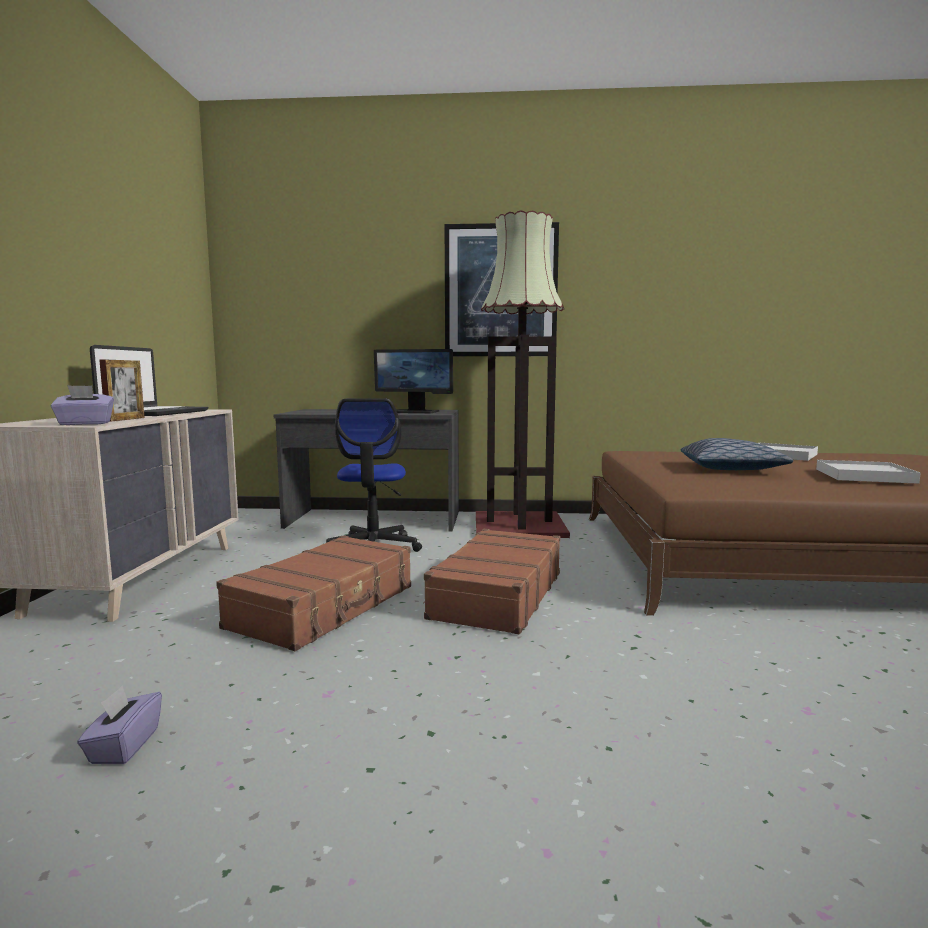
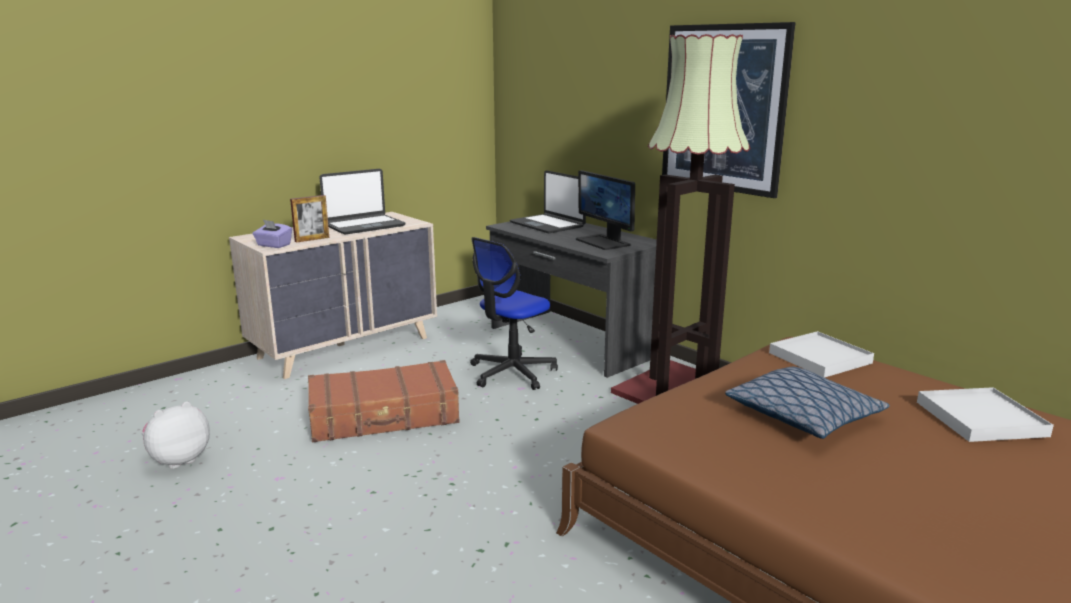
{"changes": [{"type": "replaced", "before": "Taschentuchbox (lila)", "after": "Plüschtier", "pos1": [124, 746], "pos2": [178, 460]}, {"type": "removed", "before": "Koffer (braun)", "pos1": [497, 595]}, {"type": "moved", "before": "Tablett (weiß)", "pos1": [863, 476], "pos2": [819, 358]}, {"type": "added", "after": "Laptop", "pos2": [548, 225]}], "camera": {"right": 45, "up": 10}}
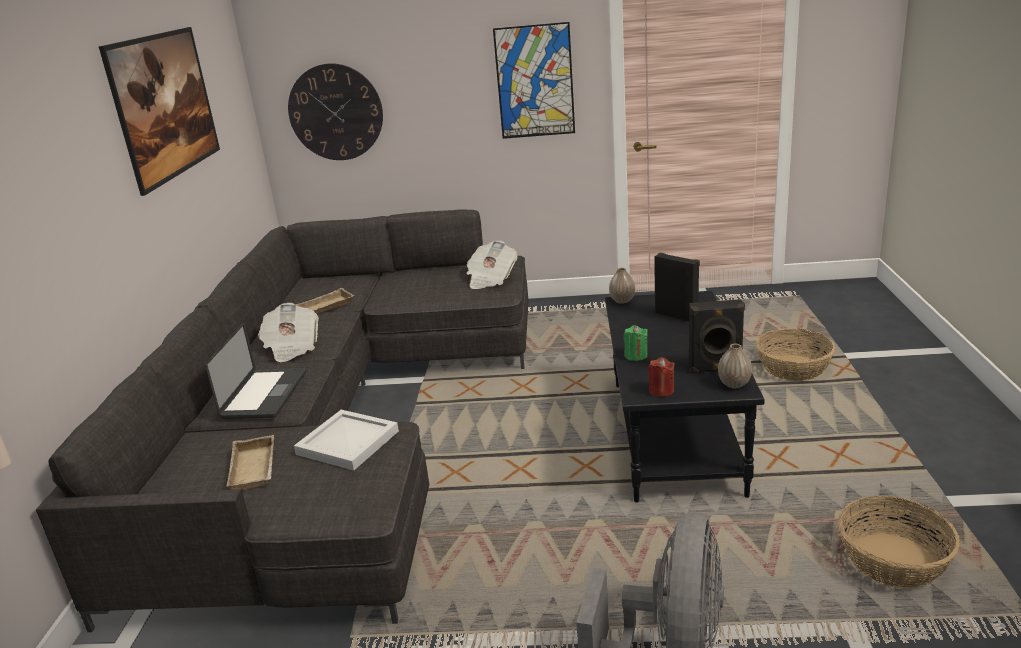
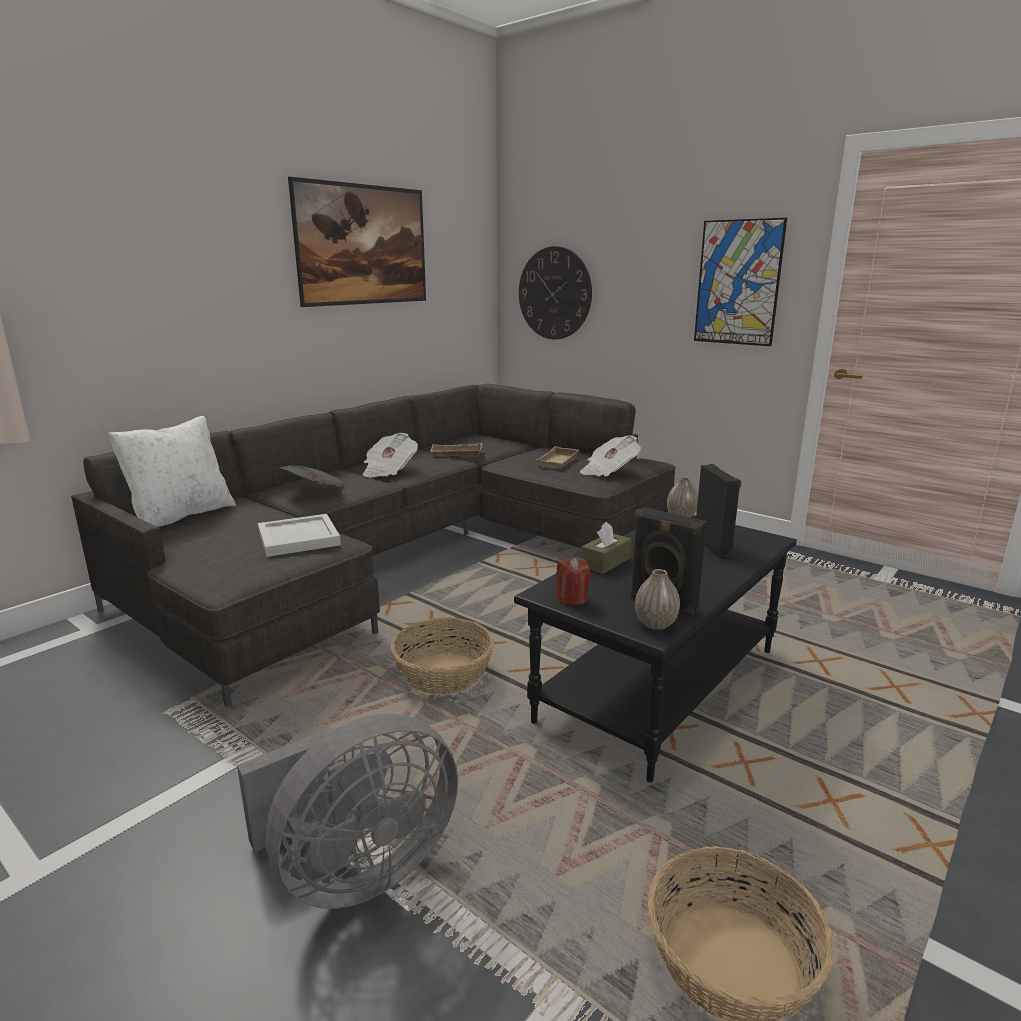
{"changes": [{"type": "replaced", "before": "Laptop", "after": "Zeitung", "pos1": [265, 395], "pos2": [316, 491]}, {"type": "moved", "before": "Tablett (beige)", "pos1": [255, 468], "pos2": [559, 461]}, {"type": "replaced", "before": "Kerze (grün)", "after": "Taschentuchbox (braun)", "pos1": [636, 356], "pos2": [605, 562]}, {"type": "moved", "before": "Korb", "pos1": [793, 368], "pos2": [444, 674]}, {"type": "added", "after": "Kissen (weiß)", "pos2": [181, 515]}], "camera": {"right": 35, "up": -5}}
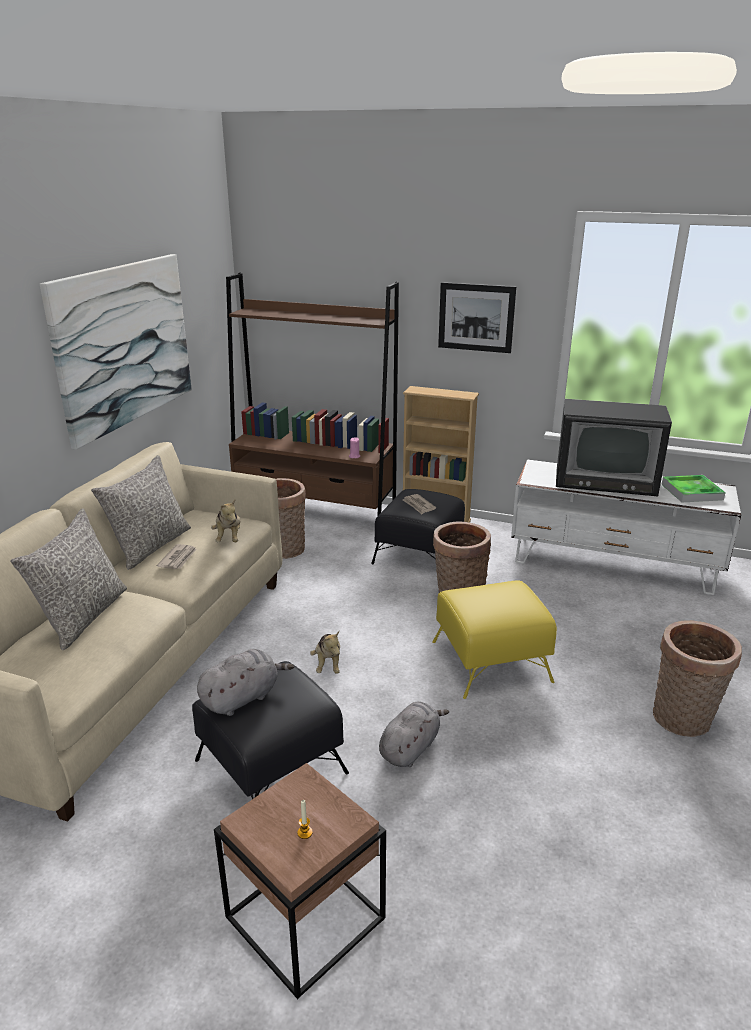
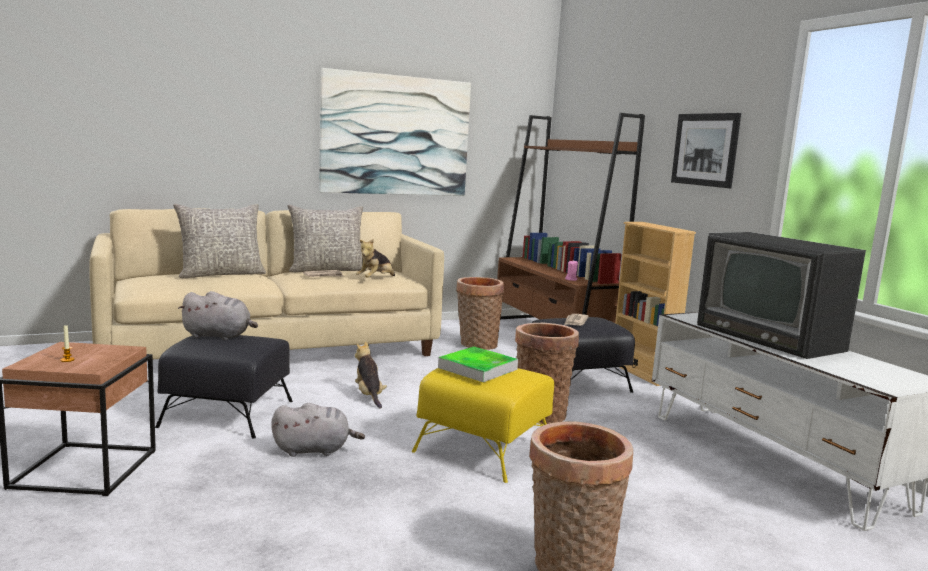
{"changes": [{"type": "turned", "before": "Plüschtier", "pos1": [328, 664], "pos2": [369, 396], "turn": 120}, {"type": "moved", "before": "Tablett", "pos1": [691, 492], "pos2": [477, 368]}], "camera": {"right": 45, "up": -15}}
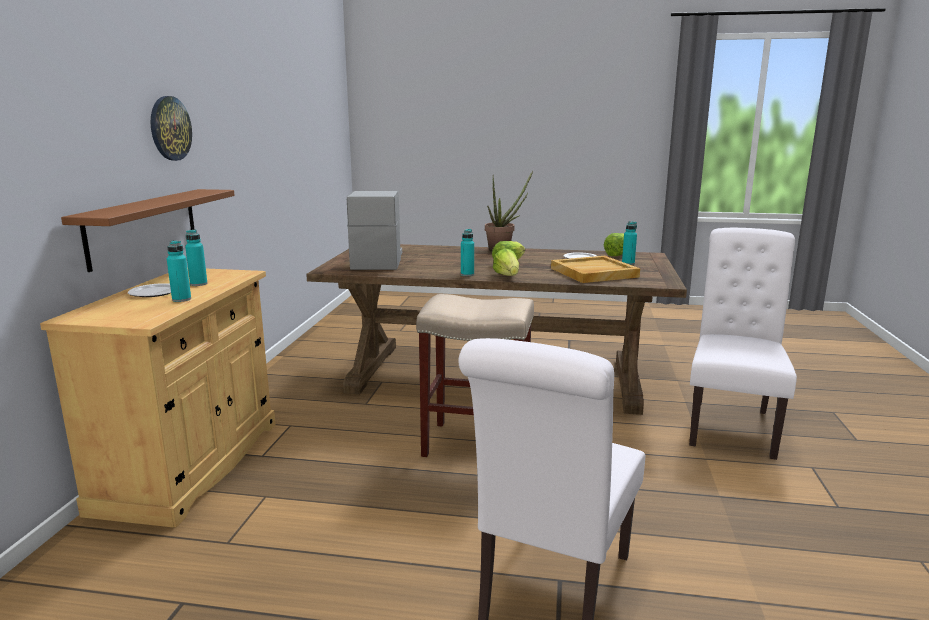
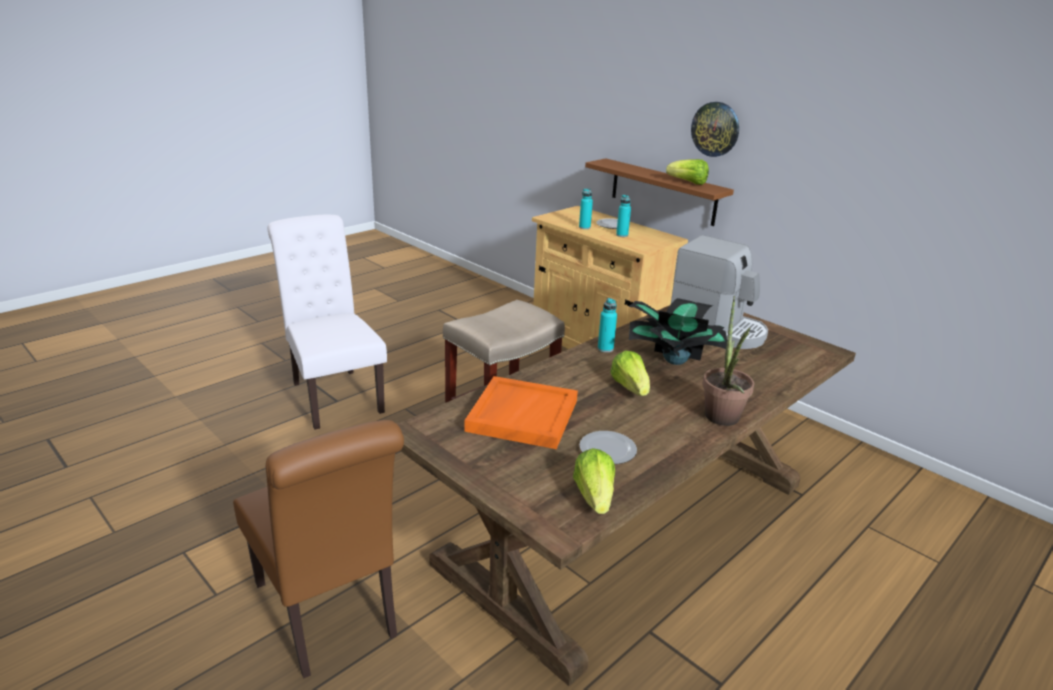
{"changes": [{"type": "moved", "before": "Salatkopf", "pos1": [507, 276], "pos2": [688, 183]}, {"type": "recoloured", "before": "Tablett (beige)", "after": "Tablett (orange)", "pos1": [593, 273], "pos2": [522, 415]}, {"type": "removed", "before": "Flasche (türkis)", "pos1": [628, 263]}, {"type": "recoloured", "before": "Stuhl (weiß)", "after": "Stuhl (braun)", "pos1": [731, 424], "pos2": [330, 615]}, {"type": "added", "after": "Topfpflanze", "pos2": [673, 360]}], "camera": {"right": 125, "up": 10}}
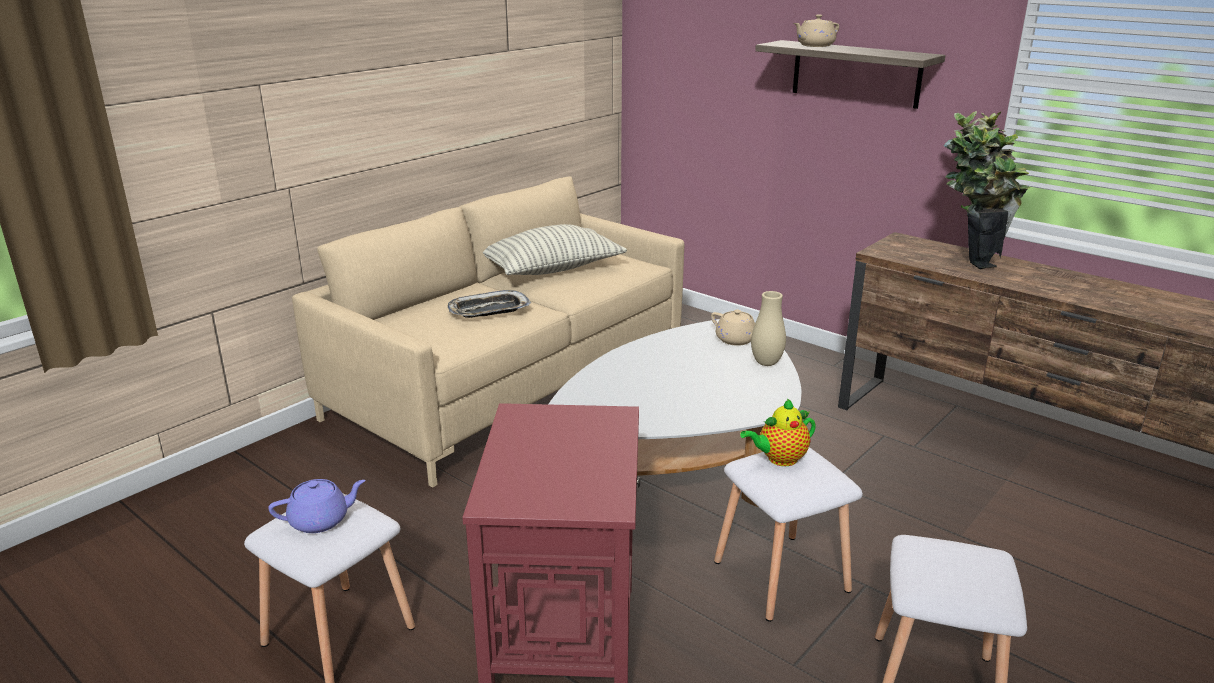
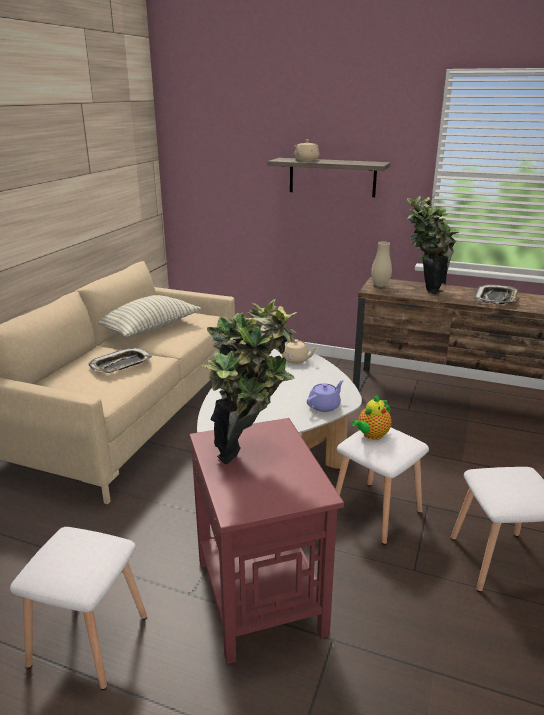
{"changes": [{"type": "moved", "before": "Teekanne (lila)", "pos1": [321, 520], "pos2": [324, 406]}, {"type": "moved", "before": "Vase (beige)", "pos1": [766, 363], "pos2": [380, 285]}, {"type": "added", "after": "Topfpflanze", "pos2": [249, 449]}, {"type": "added", "after": "Tablett", "pos2": [496, 298]}], "camera": {"right": -20, "up": 0}}
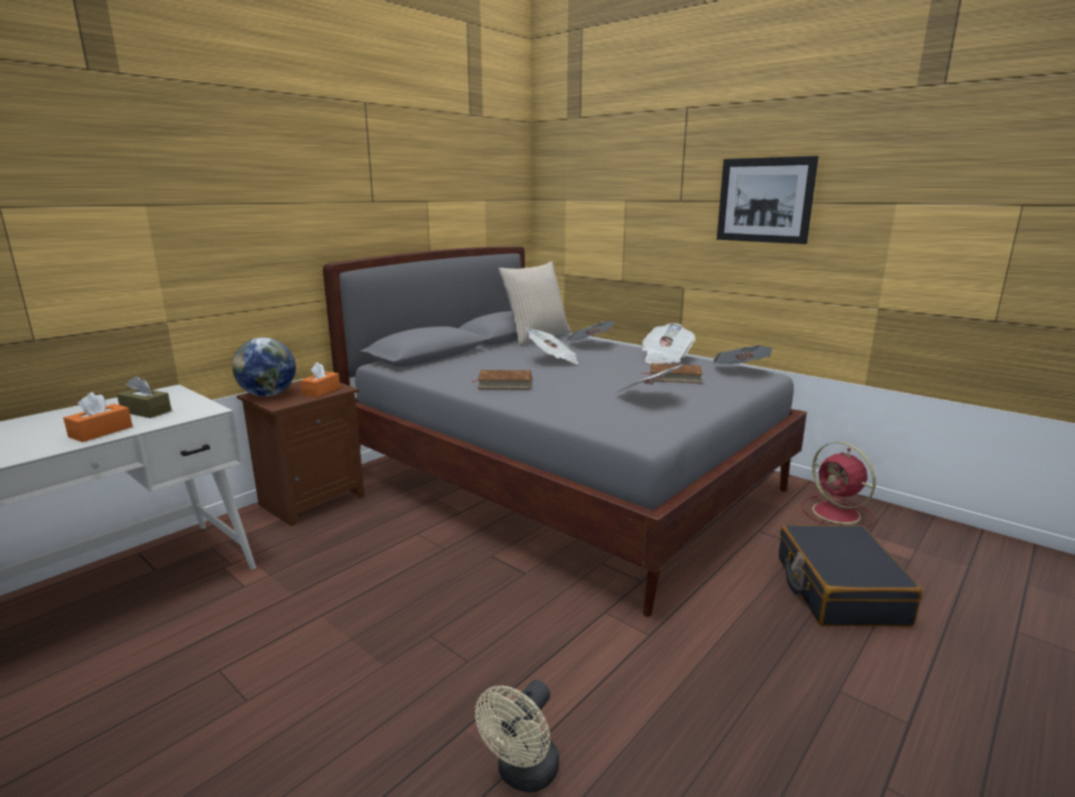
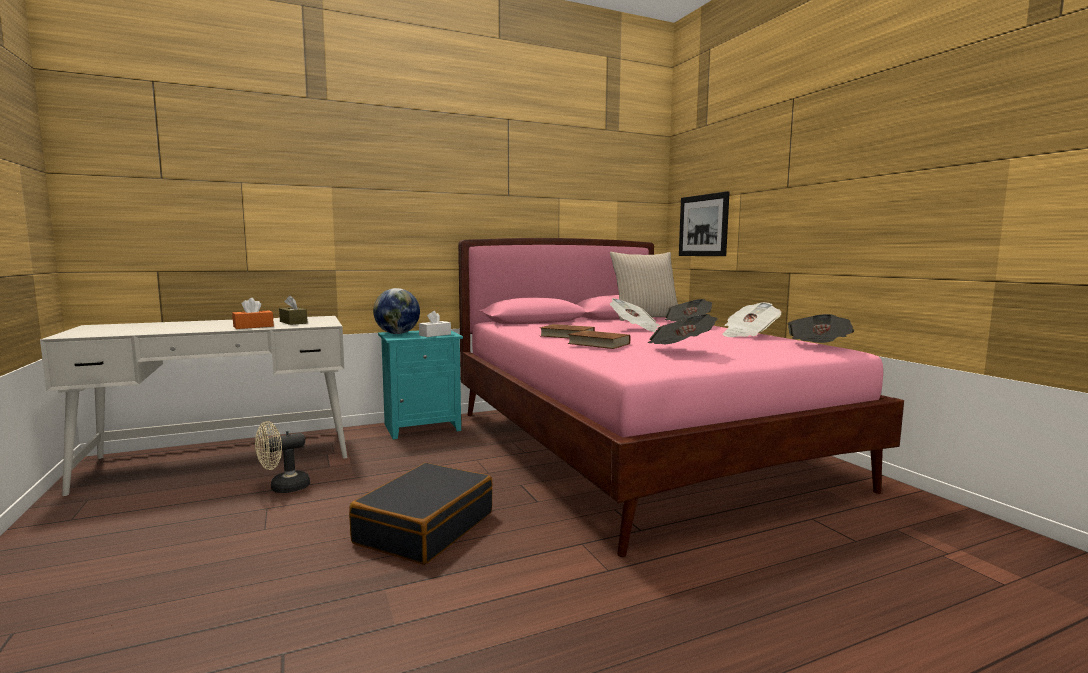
{"changes": [{"type": "recoloured", "before": "Nachttisch (braun)", "after": "Nachttisch (türkis)", "pos1": [312, 499], "pos2": [423, 427]}, {"type": "recoloured", "before": "Taschentuchbox (orange)", "after": "Taschentuchbox (weiß)", "pos1": [321, 391], "pos2": [435, 335]}, {"type": "recoloured", "before": "Bett (grau)", "after": "Bett (rosa)", "pos1": [563, 480], "pos2": [636, 446]}, {"type": "moved", "before": "Ventilator (beige)", "pos1": [523, 775], "pos2": [283, 488]}, {"type": "moved", "before": "Buch (braun)", "pos1": [674, 377], "pos2": [598, 344]}, {"type": "moved", "before": "Bild", "pos1": [764, 200], "pos2": [703, 225]}, {"type": "moved", "before": "Koffer (schwarz)", "pos1": [838, 590], "pos2": [424, 527]}, {"type": "removed", "before": "Ventilator (rot)", "pos1": [838, 514]}], "camera": {"right": 25, "up": -10}}
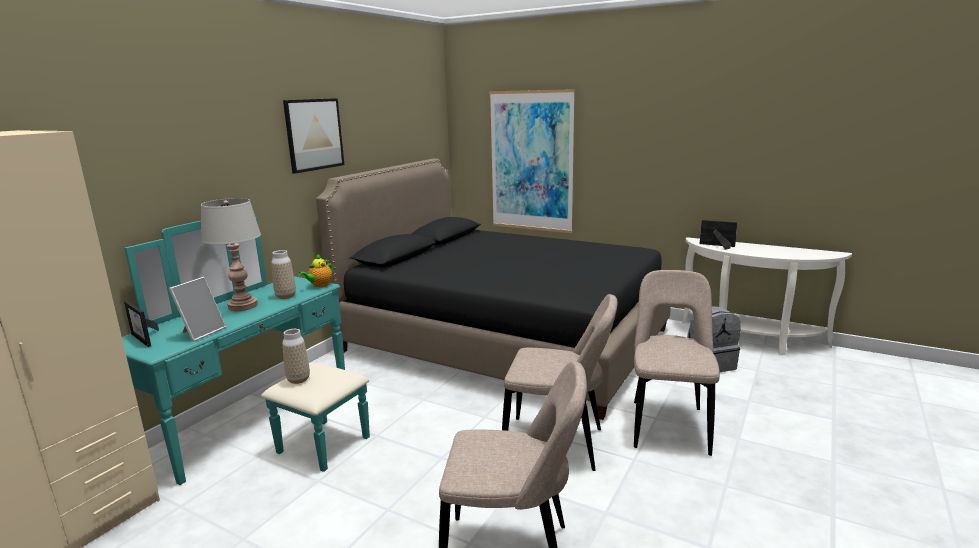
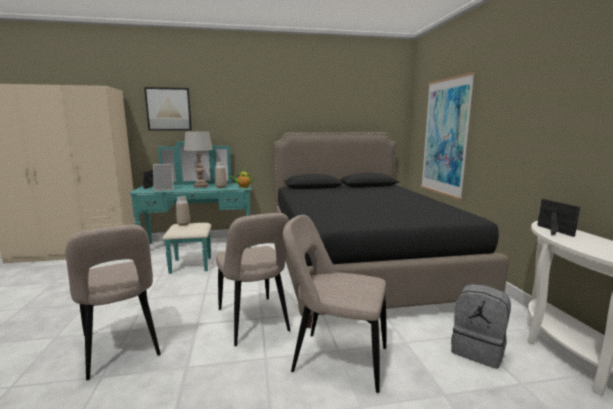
{"changes": [{"type": "moved", "before": "Bild", "pos1": [314, 134], "pos2": [168, 109]}, {"type": "turned", "before": "Stuhl (beige)", "pos1": [669, 424], "pos2": [335, 359], "turn": -135}], "camera": {"right": 50, "up": -5}}
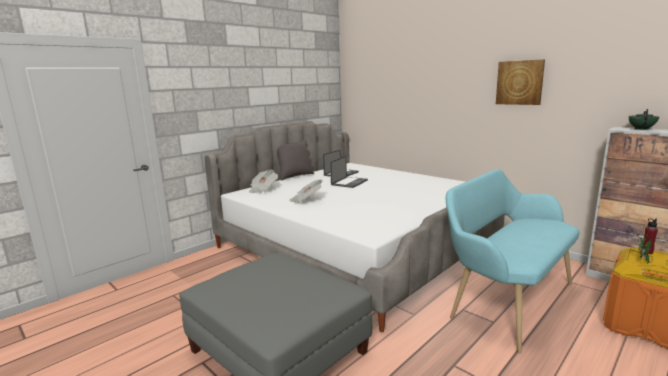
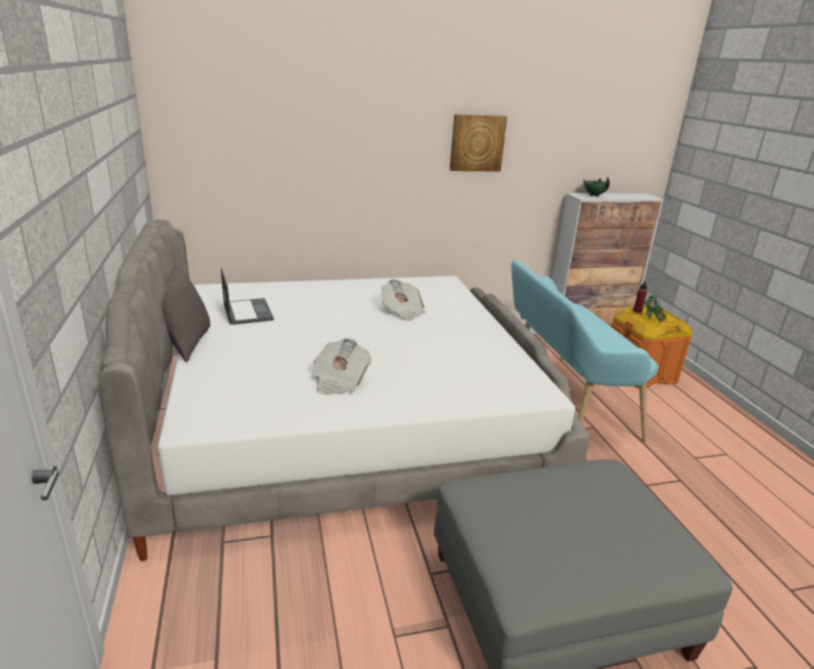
{"changes": [{"type": "moved", "before": "Zeitung", "pos1": [263, 189], "pos2": [402, 311]}, {"type": "removed", "before": "Laptop", "pos1": [349, 182]}], "camera": {"right": -60, "up": 10}}
